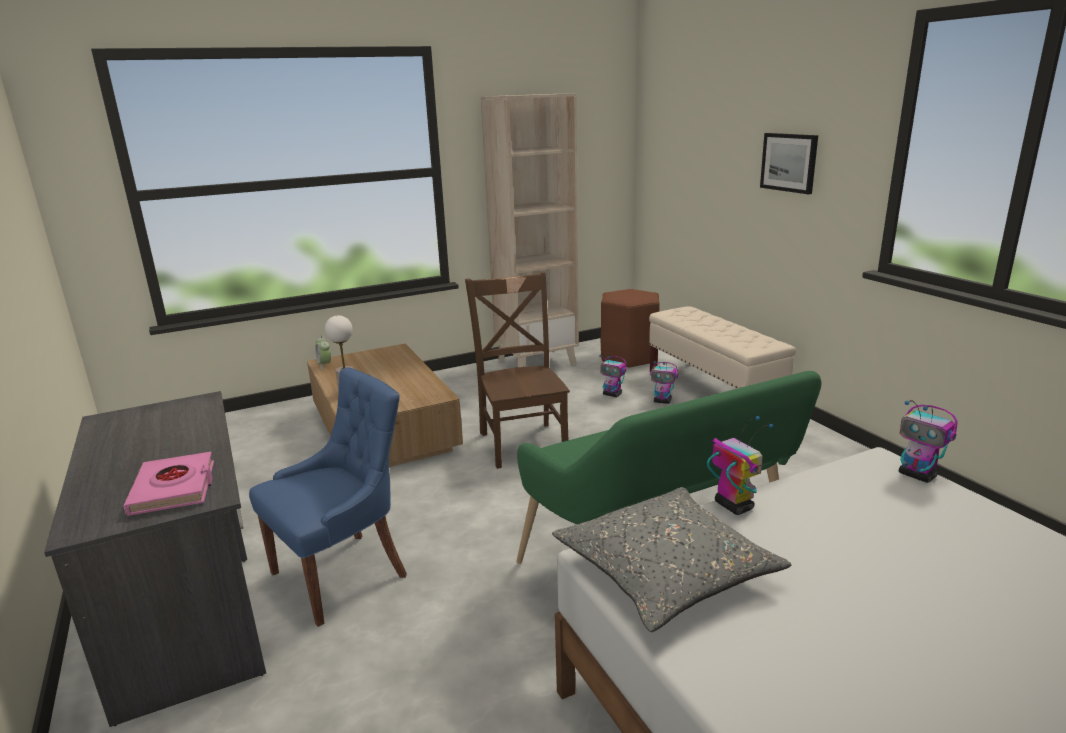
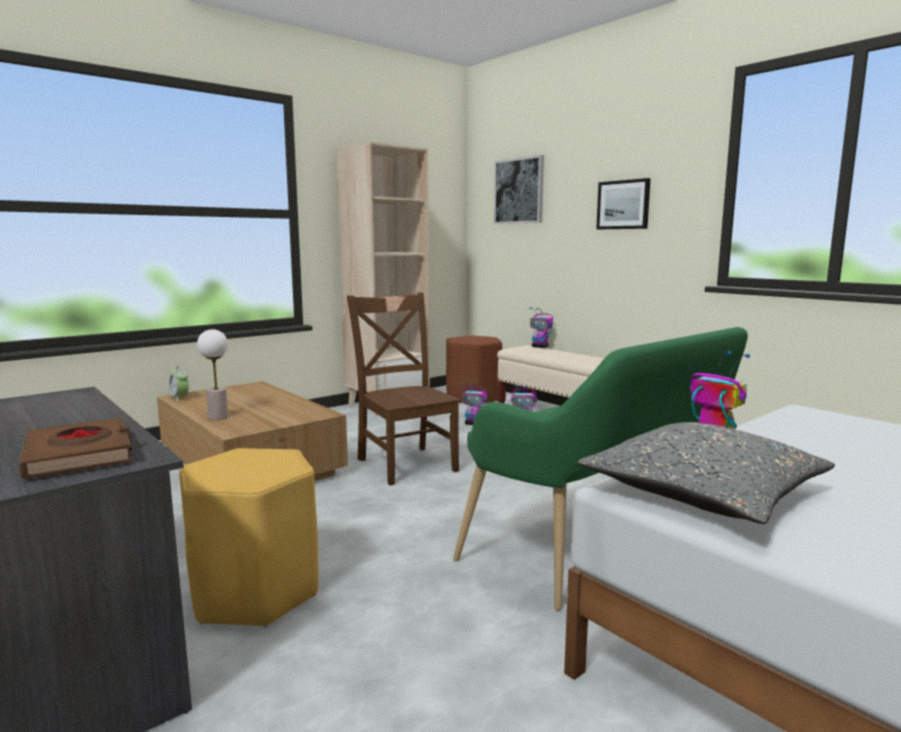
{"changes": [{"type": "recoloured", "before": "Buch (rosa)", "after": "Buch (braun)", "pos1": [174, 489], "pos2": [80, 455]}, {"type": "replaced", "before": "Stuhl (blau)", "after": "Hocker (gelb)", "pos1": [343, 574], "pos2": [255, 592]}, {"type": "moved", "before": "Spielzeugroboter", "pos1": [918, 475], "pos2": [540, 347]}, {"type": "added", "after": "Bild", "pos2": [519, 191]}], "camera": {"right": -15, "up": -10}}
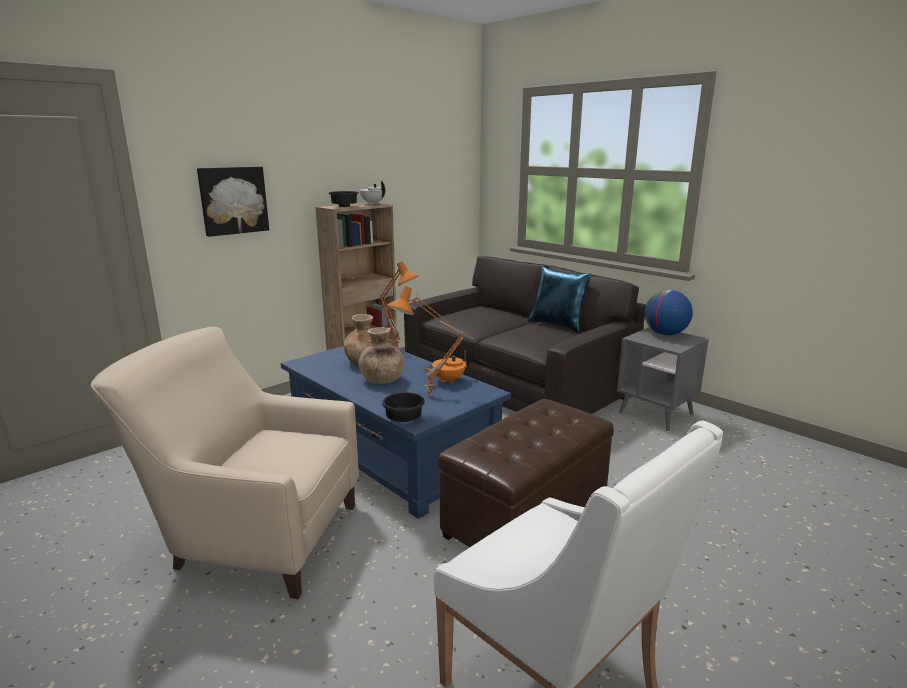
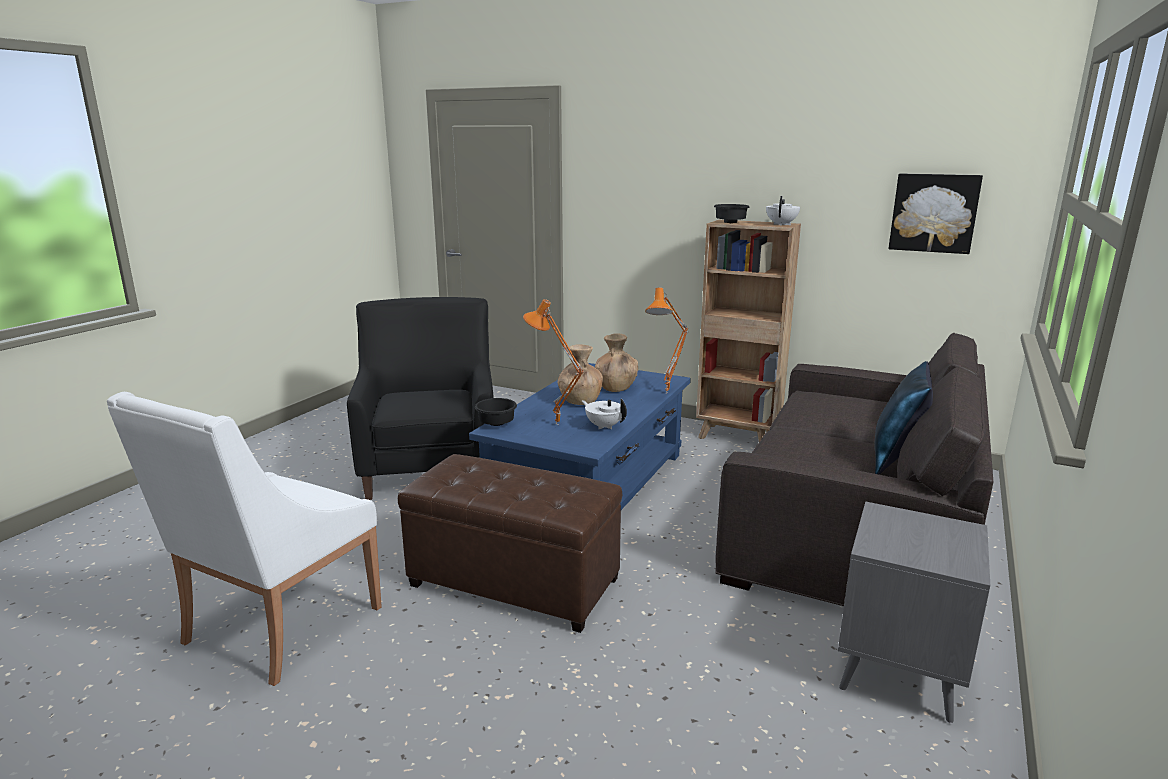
{"changes": [{"type": "recoloured", "before": "Sessel (beige)", "after": "Sessel (schwarz)", "pos1": [251, 536], "pos2": [431, 465]}, {"type": "moved", "before": "Bild", "pos1": [233, 200], "pos2": [934, 213]}, {"type": "recoloured", "before": "Teekanne (orange)", "after": "Teekanne (weiß)", "pos1": [448, 380], "pos2": [604, 426]}, {"type": "removed", "before": "Globus", "pos1": [665, 334]}], "camera": {"right": 70, "up": 0}}
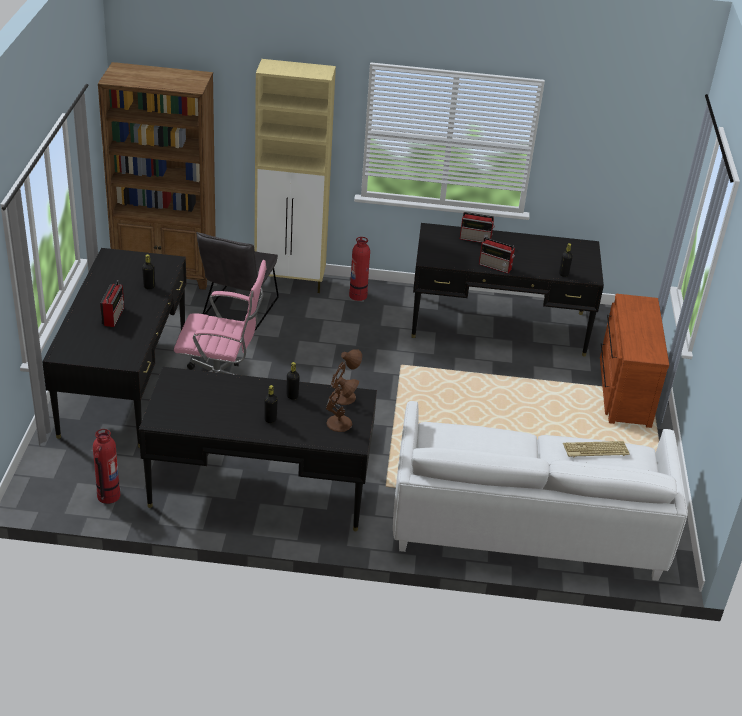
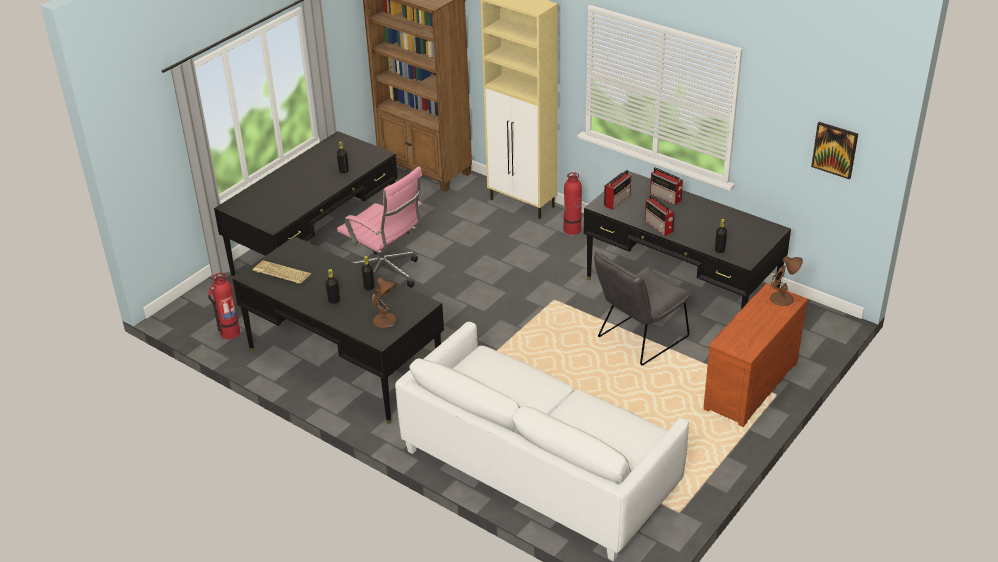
{"changes": [{"type": "moved", "before": "Radio", "pos1": [114, 315], "pos2": [617, 200]}, {"type": "moved", "before": "Stuhl (grau)", "pos1": [237, 311], "pos2": [638, 339]}, {"type": "moved", "before": "Tischlampe (braun)", "pos1": [344, 396], "pos2": [783, 298]}, {"type": "moved", "before": "Tastatur", "pos1": [595, 450], "pos2": [280, 273]}, {"type": "added", "after": "Bild", "pos2": [835, 149]}], "camera": {"right": 35, "up": 0}}
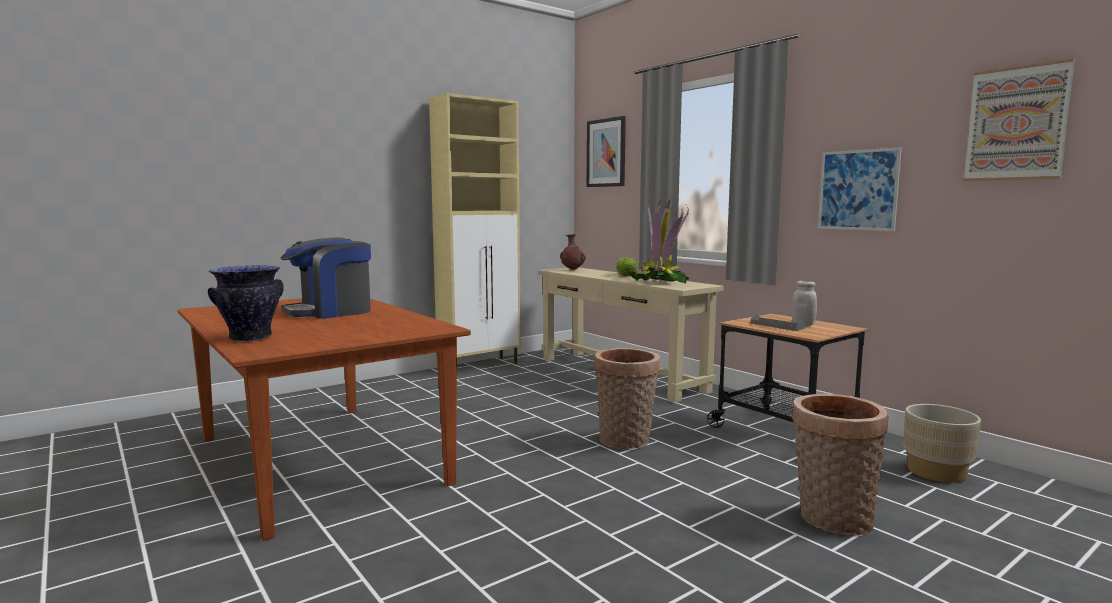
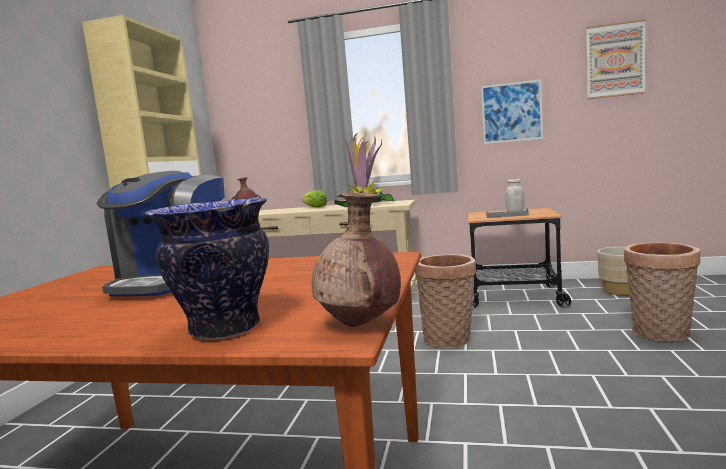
{"changes": [{"type": "removed", "before": "Bild", "pos1": [606, 153]}, {"type": "added", "after": "Vase (braun)", "pos2": [361, 324]}], "camera": {"right": -40, "up": 0}}
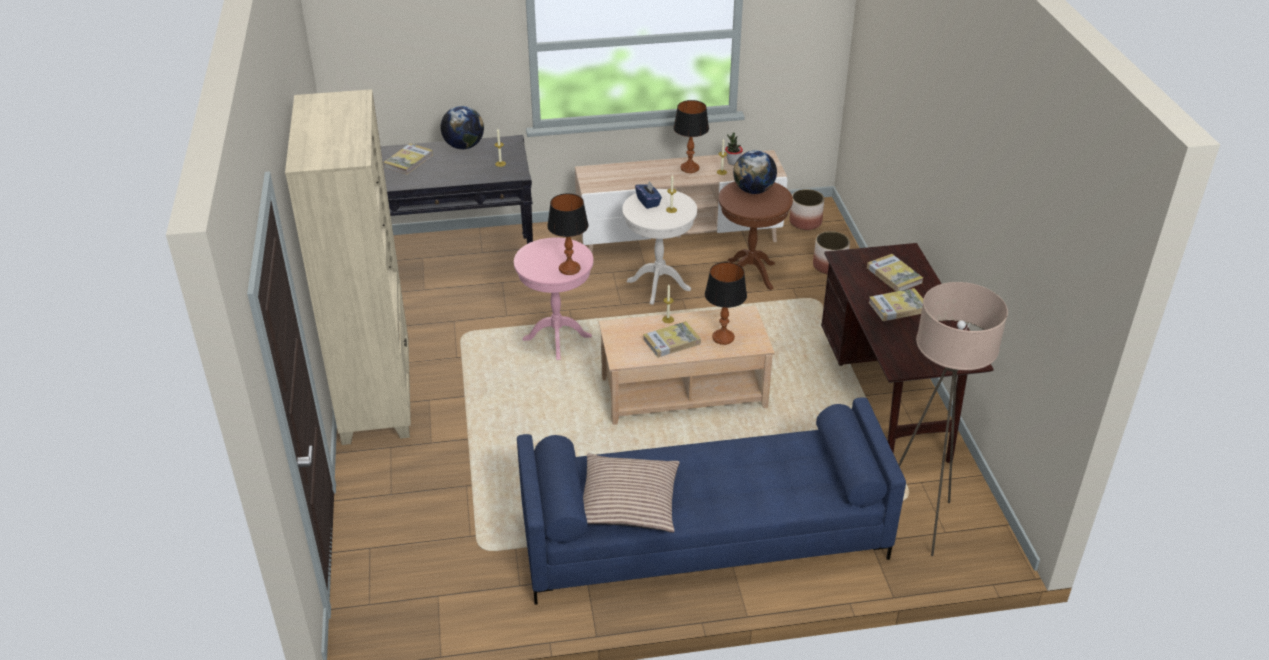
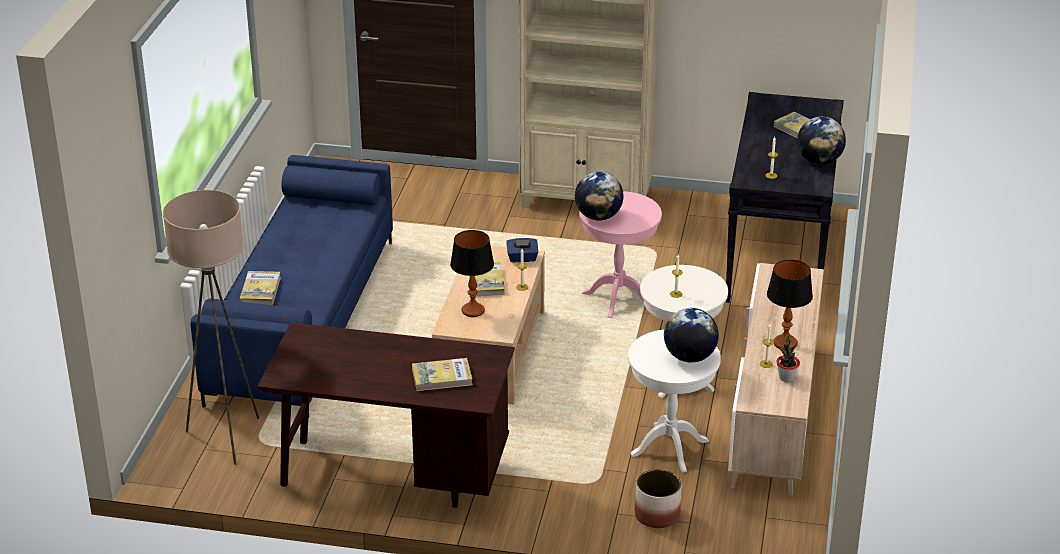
{"changes": [{"type": "replaced", "before": "Tischlampe", "after": "Globus", "pos1": [569, 268], "pos2": [598, 216]}, {"type": "removed", "before": "Kissen", "pos1": [629, 502]}, {"type": "moved", "before": "Taschentuchbox (blau)", "pos1": [648, 202], "pos2": [522, 258]}, {"type": "recoloured", "before": "Beistelltisch (braun)", "after": "Beistelltisch (weiß)", "pos1": [749, 274], "pos2": [669, 447]}, {"type": "removed", "before": "Pflanzkübel", "pos1": [805, 222]}, {"type": "moved", "before": "Buch", "pos1": [898, 307], "pos2": [260, 290]}], "camera": {"right": 110, "up": -5}}
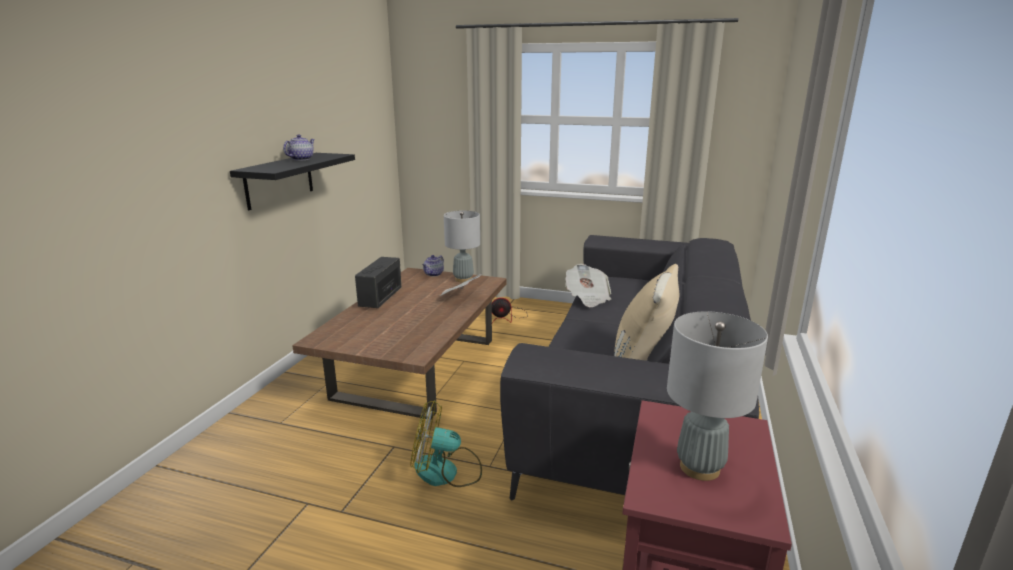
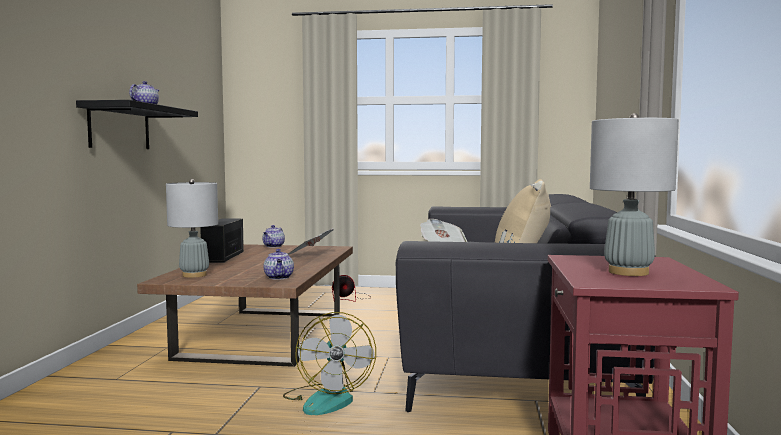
{"changes": [{"type": "turned", "before": "Ventilator", "pos1": [446, 471], "pos2": [327, 398], "turn": -90}, {"type": "moved", "before": "Tischlampe (grau)", "pos1": [463, 279], "pos2": [194, 275]}, {"type": "added", "after": "Teekanne", "pos2": [279, 277]}], "camera": {"right": -10, "up": -15}}
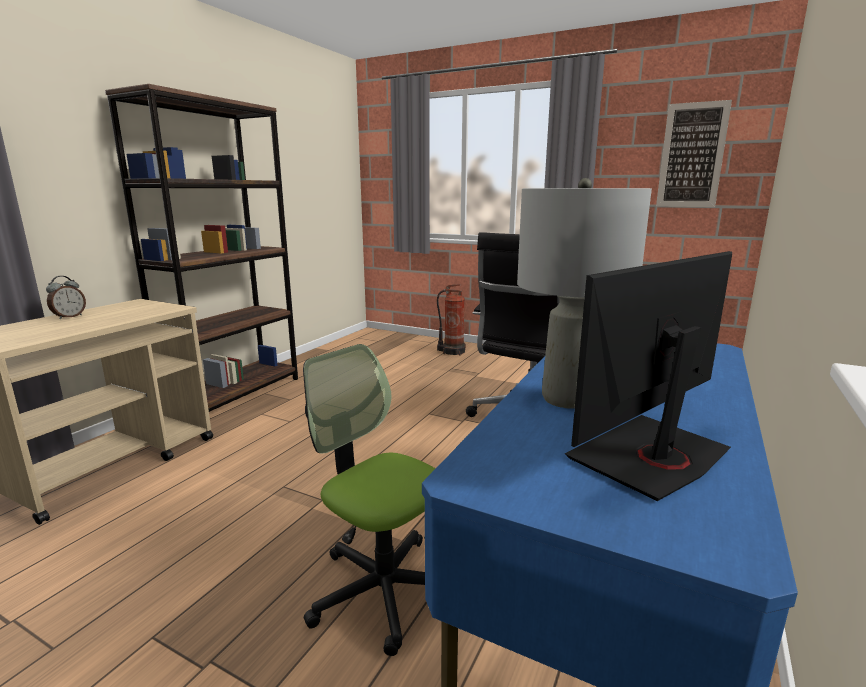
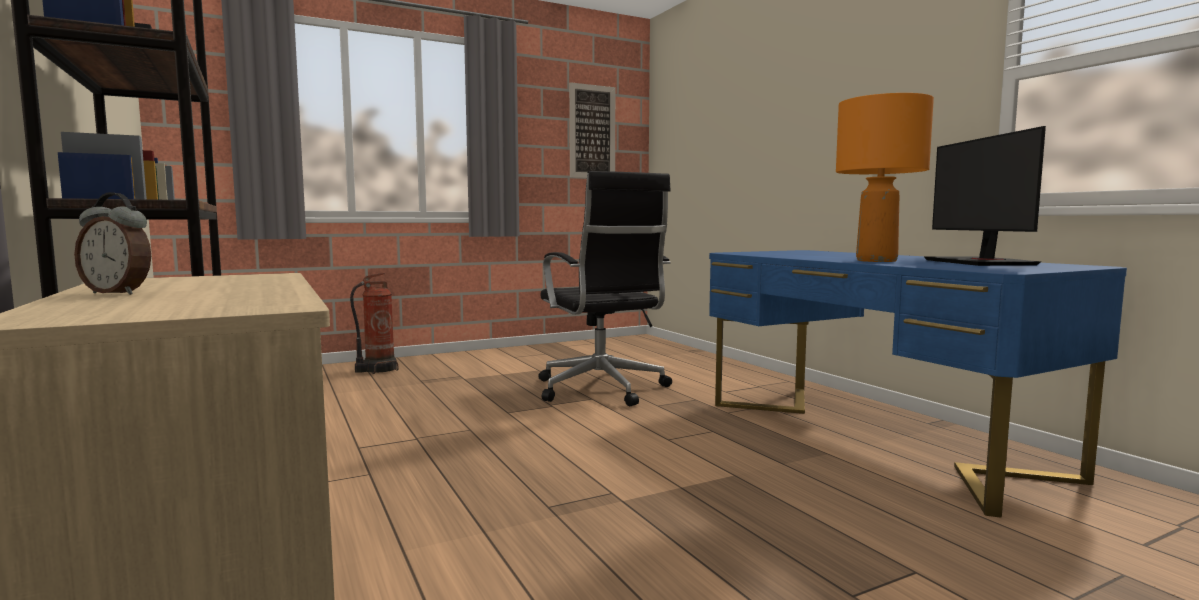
{"changes": [{"type": "turned", "before": "Wecker", "pos1": [69, 317], "pos2": [118, 293], "turn": 135}, {"type": "removed", "before": "Bürostuhl", "pos1": [382, 589]}, {"type": "recoloured", "before": "Tischlampe (grau)", "after": "Tischlampe (orange)", "pos1": [566, 399], "pos2": [877, 261]}], "camera": {"right": -55, "up": -10}}
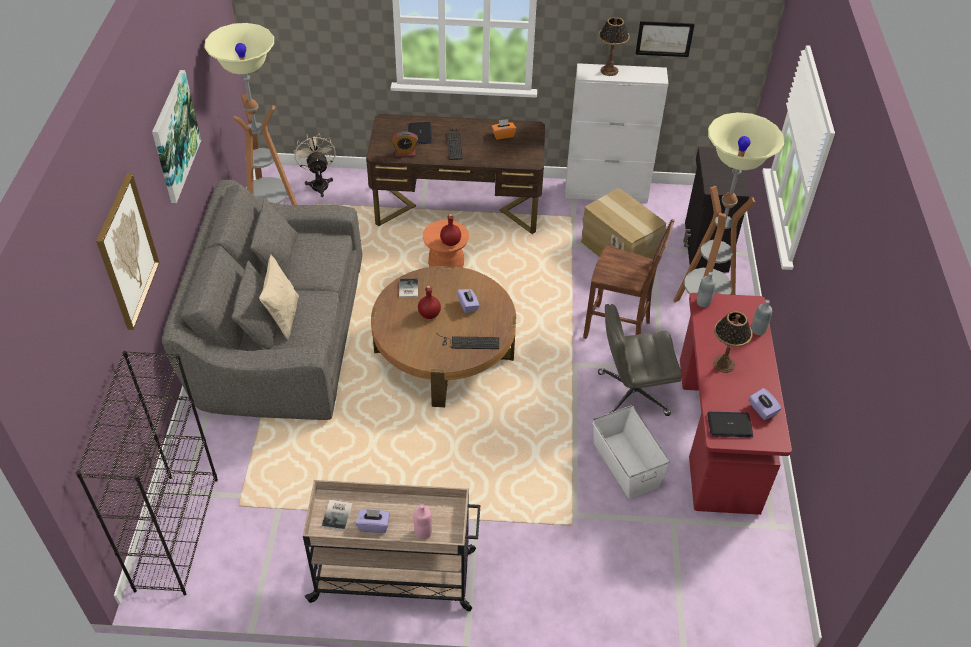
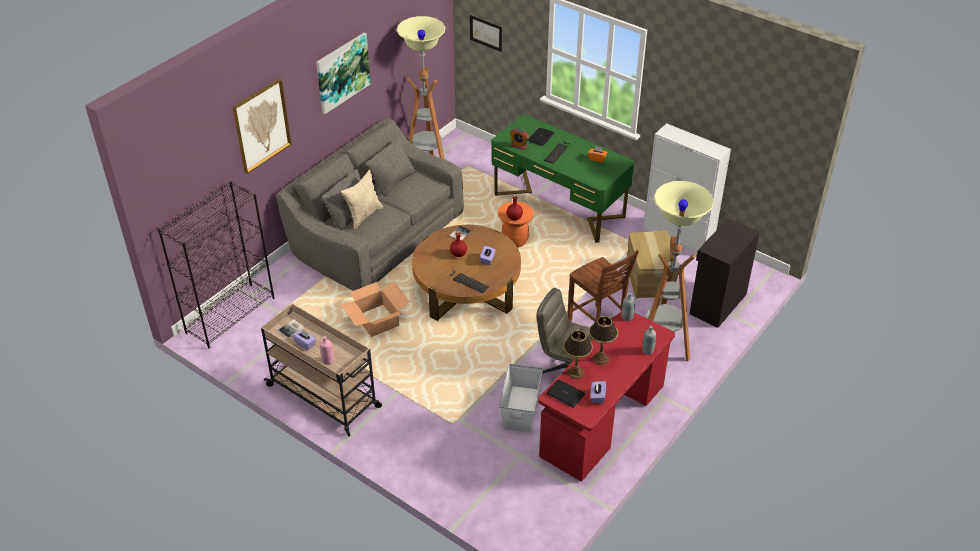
{"changes": [{"type": "removed", "before": "Ventilator (beige)", "pos1": [319, 183]}, {"type": "recoloured", "before": "Schreibtisch (braun)", "after": "Schreibtisch (grün)", "pos1": [457, 208], "pos2": [559, 205]}, {"type": "moved", "before": "Tischlampe", "pos1": [609, 71], "pos2": [576, 373]}, {"type": "moved", "before": "Bild", "pos1": [664, 38], "pos2": [486, 33]}, {"type": "added", "after": "Karton", "pos2": [377, 321]}], "camera": {"right": 35, "up": -5}}
